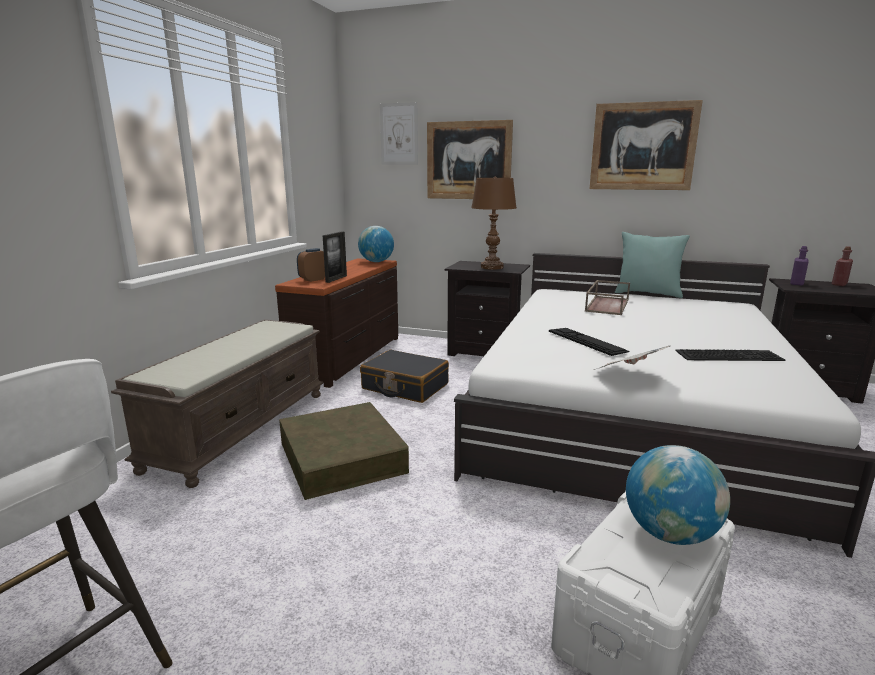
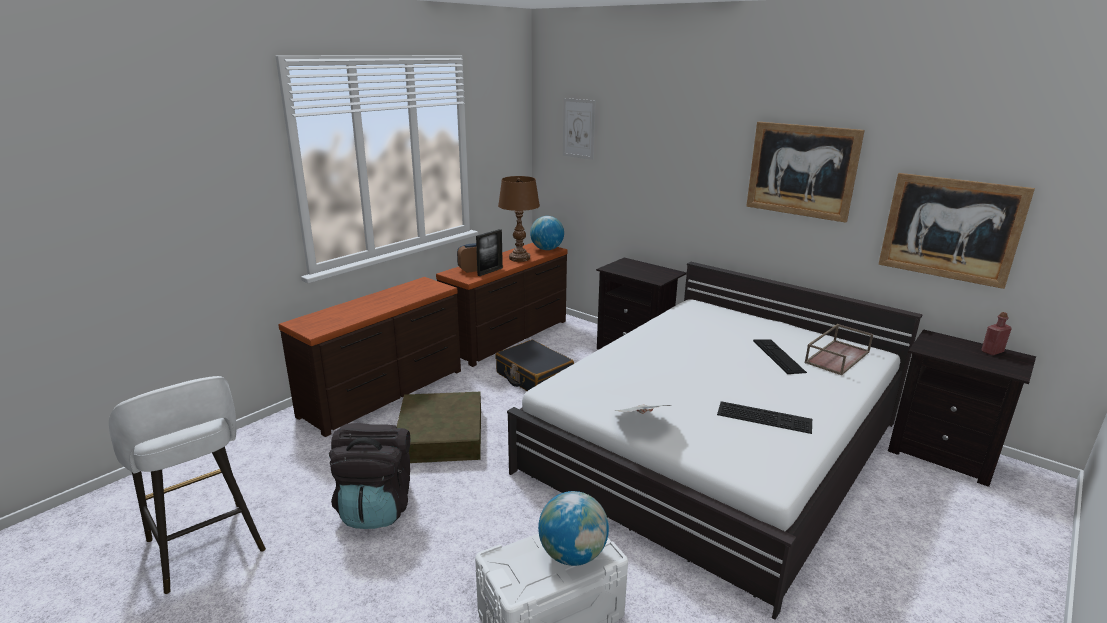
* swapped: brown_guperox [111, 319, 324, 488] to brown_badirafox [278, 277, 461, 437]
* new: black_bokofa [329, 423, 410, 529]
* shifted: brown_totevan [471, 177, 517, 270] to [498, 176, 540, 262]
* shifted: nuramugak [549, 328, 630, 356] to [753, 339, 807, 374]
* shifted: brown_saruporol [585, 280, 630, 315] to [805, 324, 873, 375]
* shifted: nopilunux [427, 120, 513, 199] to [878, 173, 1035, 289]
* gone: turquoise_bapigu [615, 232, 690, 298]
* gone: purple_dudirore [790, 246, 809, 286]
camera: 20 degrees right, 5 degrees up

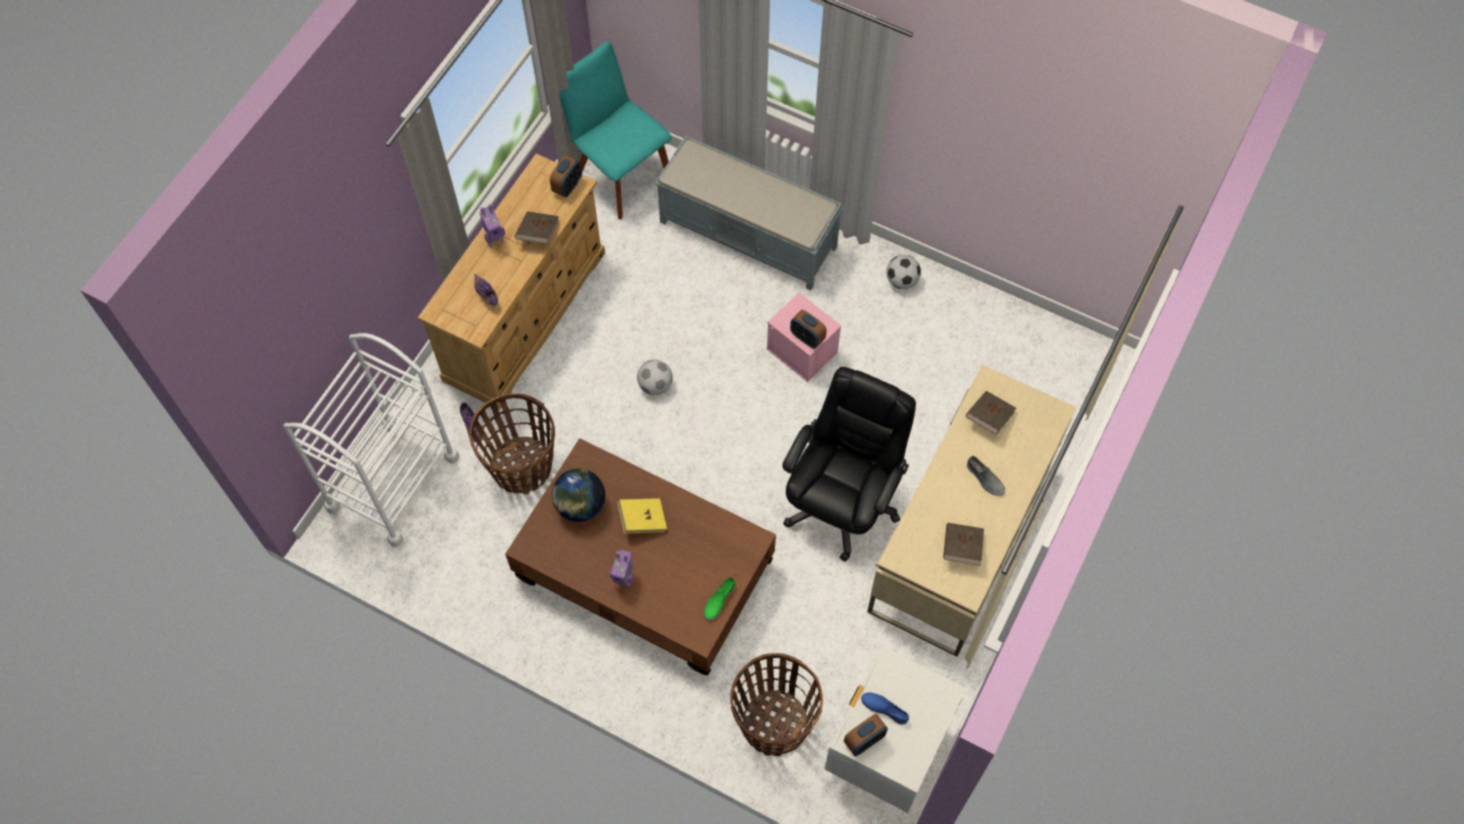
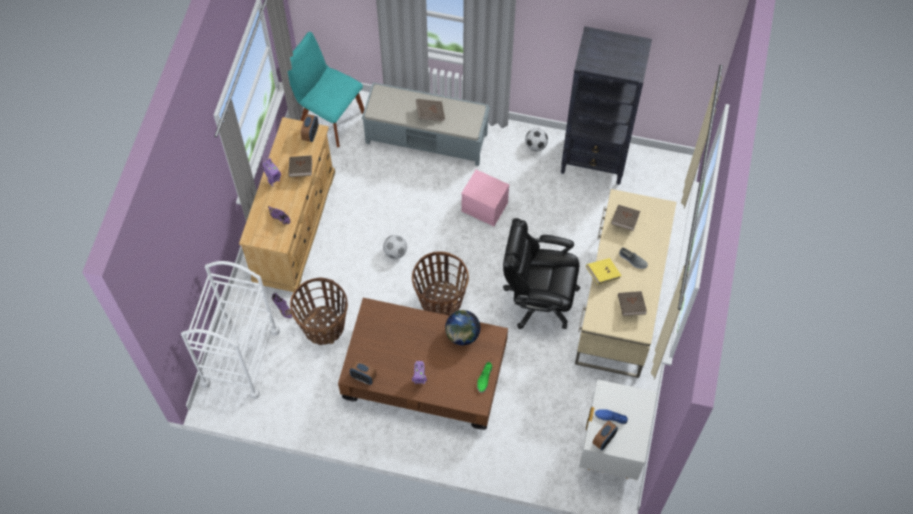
* shifted: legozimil [790, 310, 827, 349] to [350, 360, 377, 385]
* shifted: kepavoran [730, 653, 823, 756] to [412, 251, 469, 316]
* new: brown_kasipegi [416, 99, 445, 121]
* shifted: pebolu [552, 469, 605, 522] to [445, 310, 480, 345]
* rotated: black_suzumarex [782, 367, 916, 562] = [503, 218, 580, 329] 90 degrees counterclockwise
* new: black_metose [561, 26, 652, 185]
* shifted: yellow_kasipegi [617, 498, 667, 534] to [586, 258, 622, 285]
camera: 15 degrees left, 0 degrees up

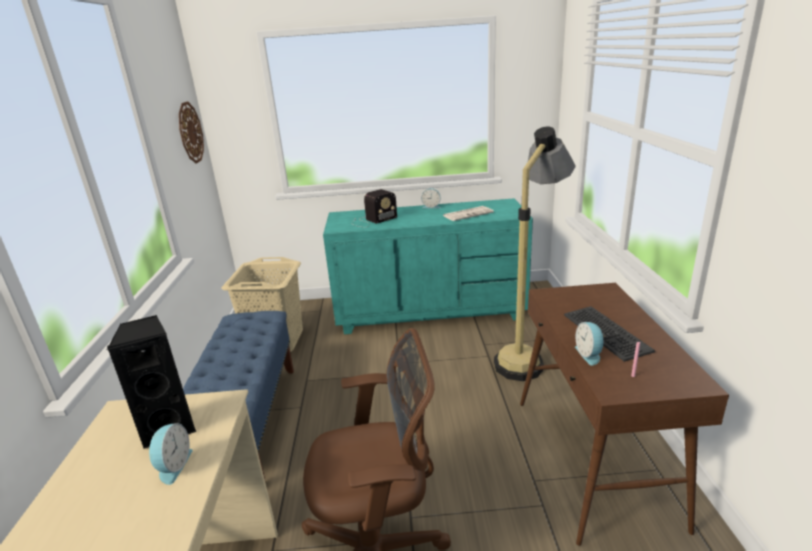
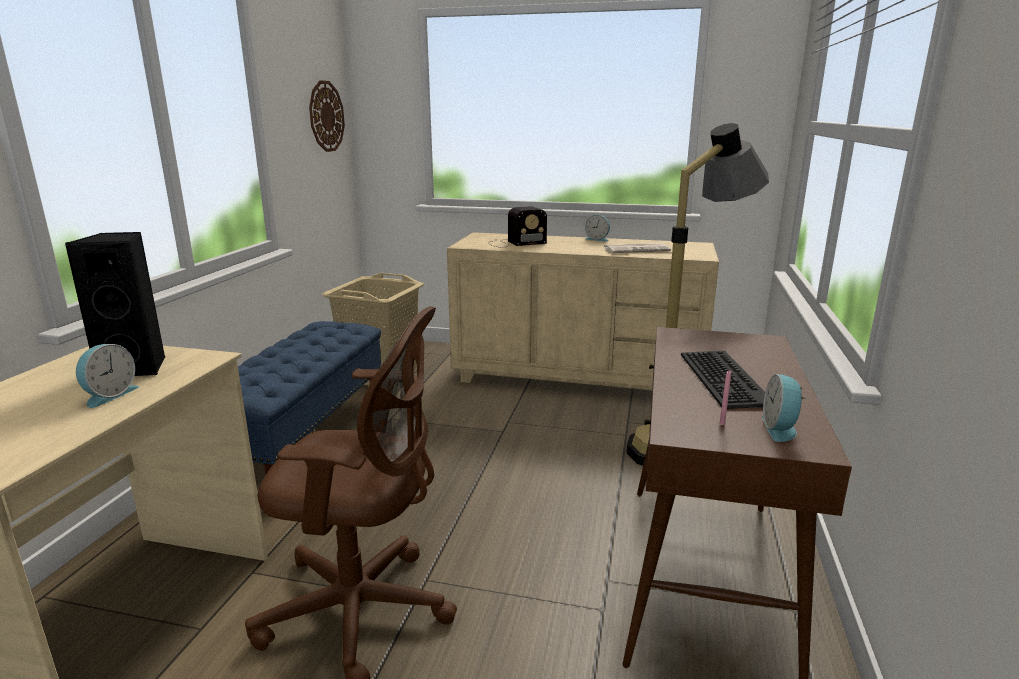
* repainted: turquoise_badirafox [323, 198, 533, 334] to beige_badirafox [447, 232, 719, 390]
* shifted: legozimil [575, 322, 606, 366] to [762, 374, 807, 442]
camera: 15 degrees right, 5 degrees down

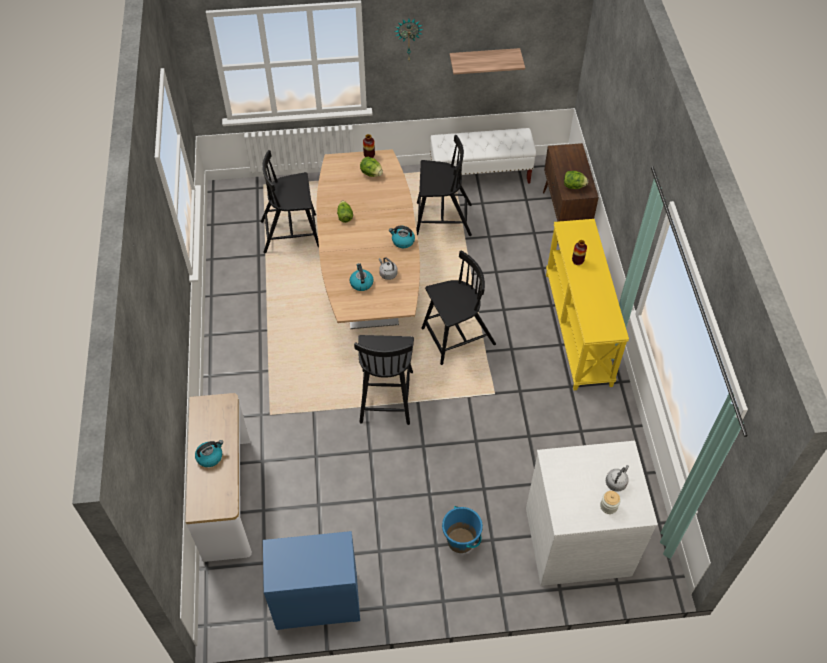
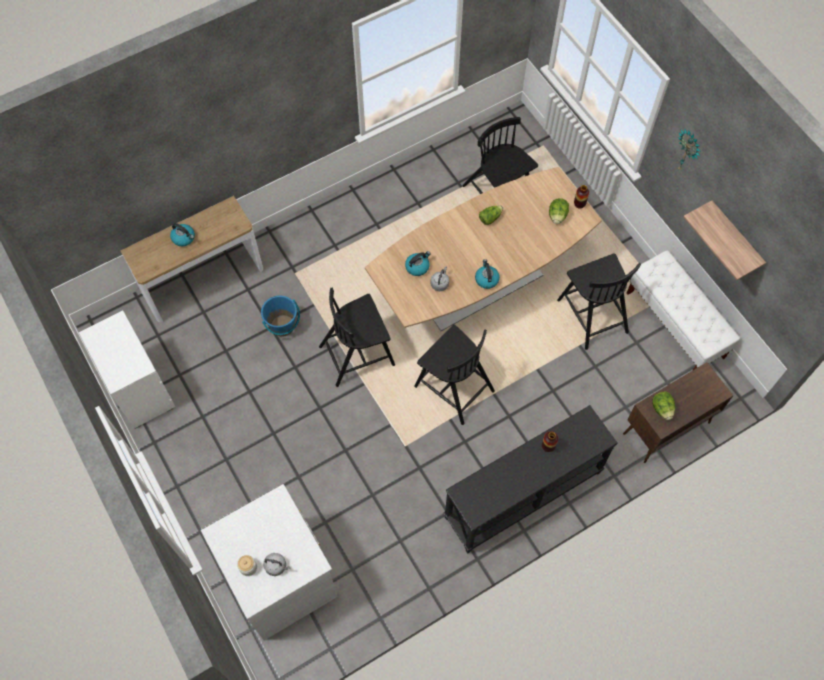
* repainted: blue_badirafox [263, 531, 360, 630] to white_badirafox [79, 311, 175, 429]
* shifted: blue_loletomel [442, 506, 483, 553] to [261, 296, 300, 337]
* repainted: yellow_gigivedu [546, 219, 629, 390] to black_gigivedu [443, 405, 617, 553]
camera: 65 degrees right, 10 degrees up

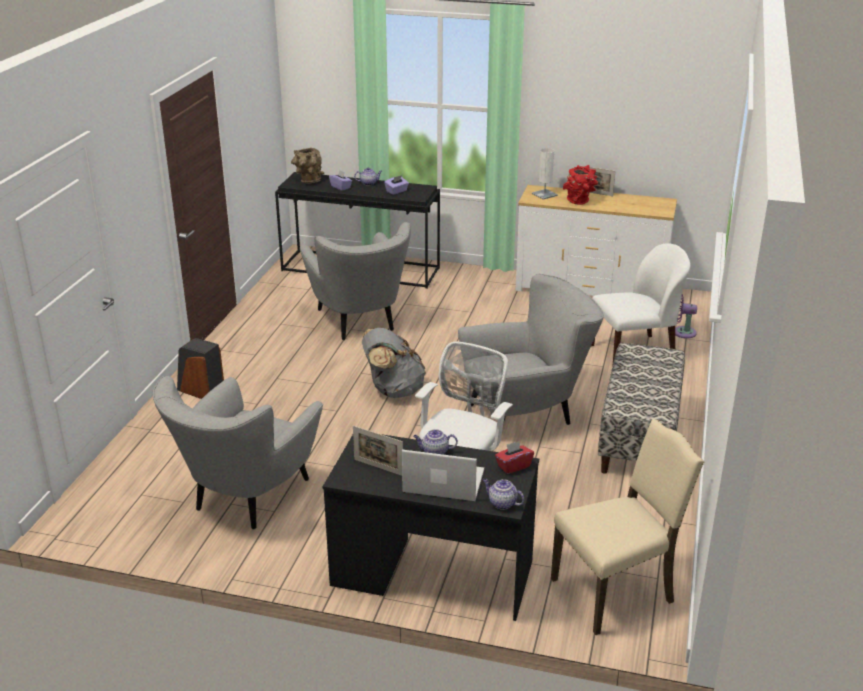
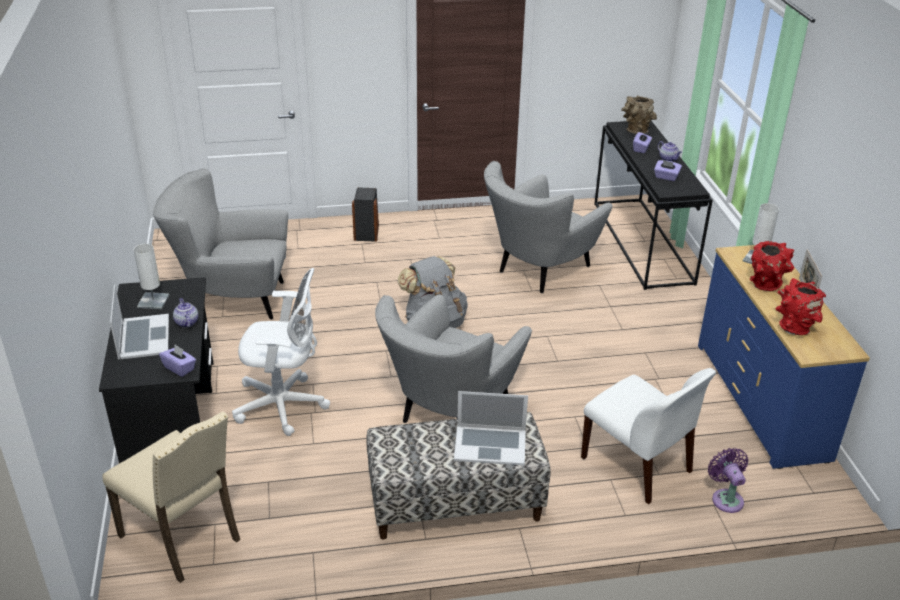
* swapped: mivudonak [353, 426, 403, 476] to white_totevan [133, 244, 169, 309]
* repainted: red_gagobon [495, 441, 534, 474] to purple_gagobon [159, 345, 196, 377]
* rotated: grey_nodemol [458, 274, 604, 425] = [375, 295, 532, 423] 75 degrees clockwise
* new: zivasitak [454, 391, 528, 466]
* repainted: white_badirafox [515, 185, 677, 296] to blue_badirafox [698, 245, 870, 469]
* new: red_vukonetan [775, 278, 826, 335]
* gone: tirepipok [483, 478, 524, 510]
camera: 65 degrees right, 5 degrees up

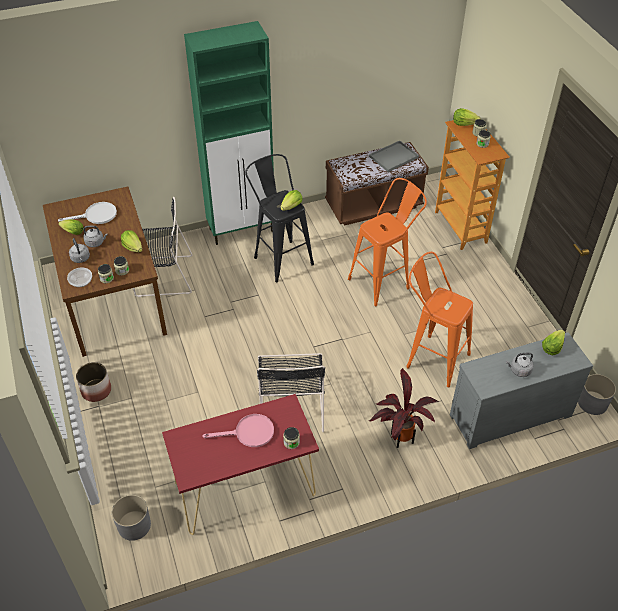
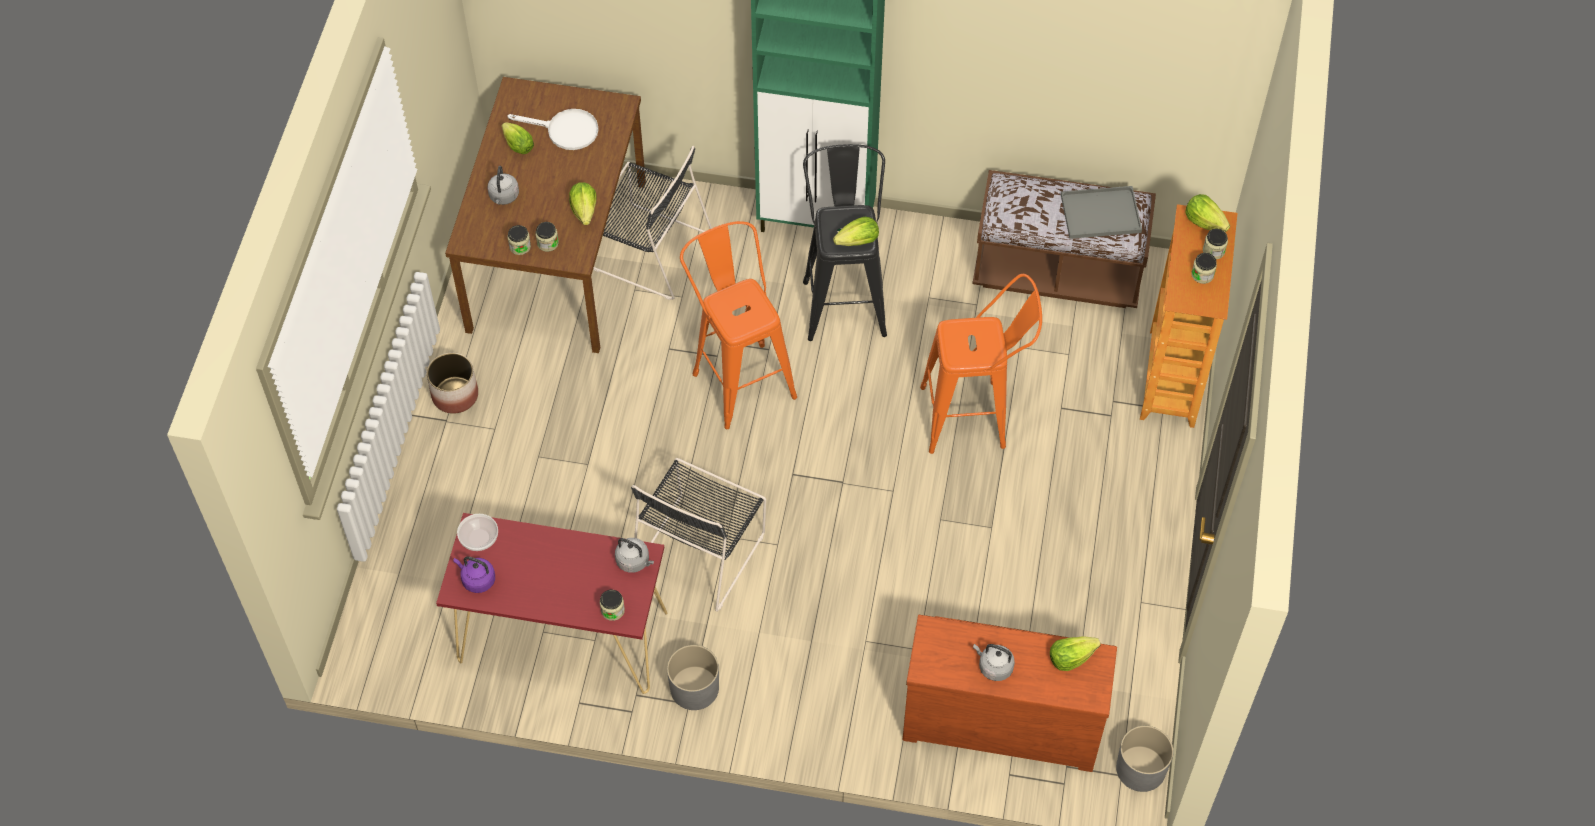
* new: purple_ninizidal [453, 556, 495, 593]
* shifted: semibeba [67, 268, 92, 287] to [457, 514, 498, 551]
* shifted: grey_ninizidal [83, 226, 108, 247] to [615, 538, 654, 573]
* shifted: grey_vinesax [112, 495, 151, 541] to [667, 645, 719, 710]
* shifted: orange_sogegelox [406, 252, 473, 387] to [680, 221, 797, 429]
* repainted: grey_badirafox [450, 332, 593, 449] to brown_badirafox [903, 615, 1117, 772]
* gone: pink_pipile [202, 414, 274, 447]
* gone: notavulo [369, 368, 438, 448]
camera: 30 degrees right, 10 degrees up

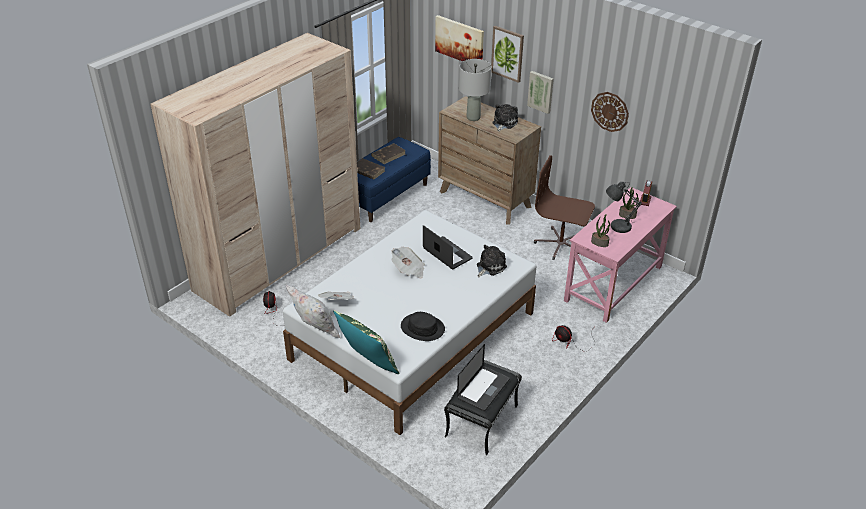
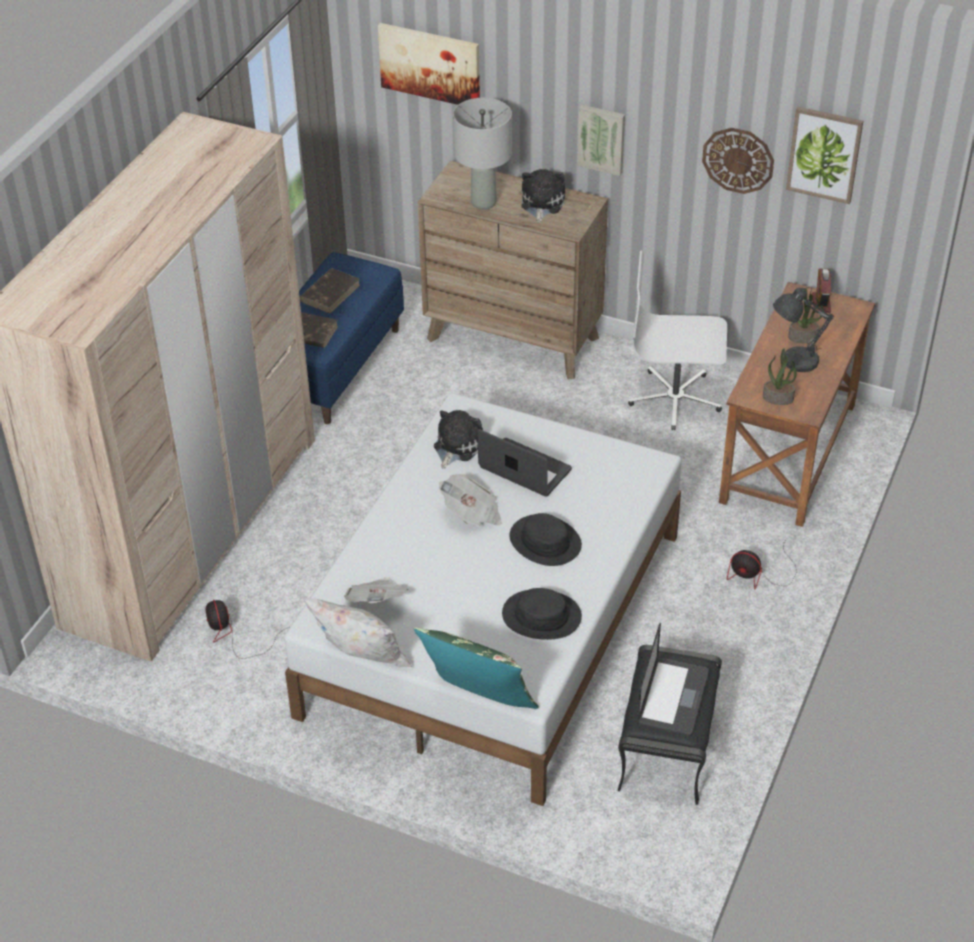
* shifted: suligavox [477, 245, 507, 277] to [434, 410, 483, 469]
* new: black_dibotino [509, 513, 582, 566]
* repainted: brown_suzumarex [534, 155, 595, 260] to white_suzumarex [628, 251, 727, 430]
* repainted: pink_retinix [564, 187, 677, 323] to brown_retinix [719, 282, 875, 527]
* shifted: nopilunux [491, 26, 524, 83] to [786, 107, 863, 204]
camera: 15 degrees left, 5 degrees up

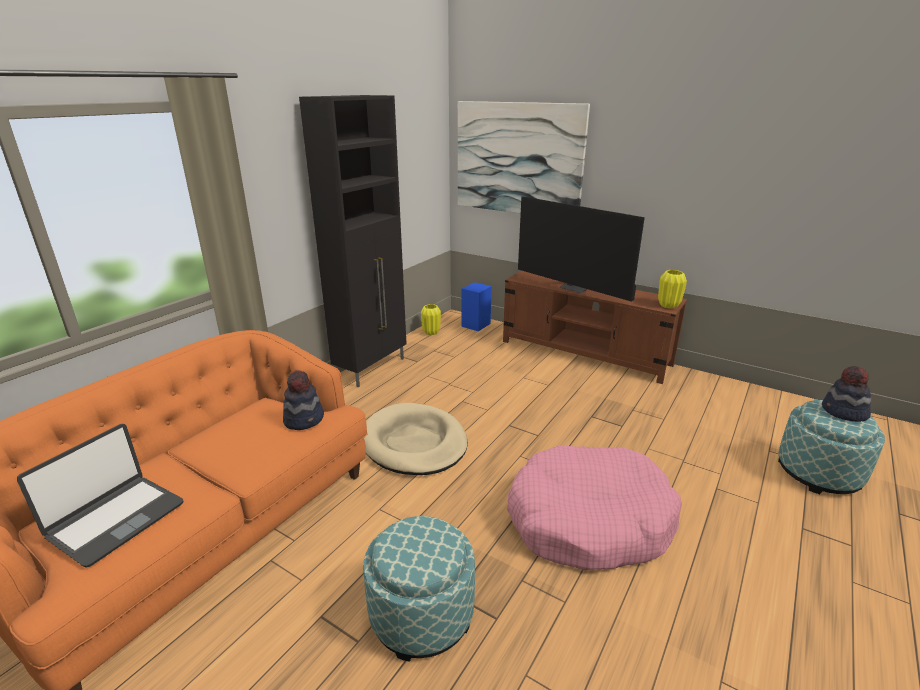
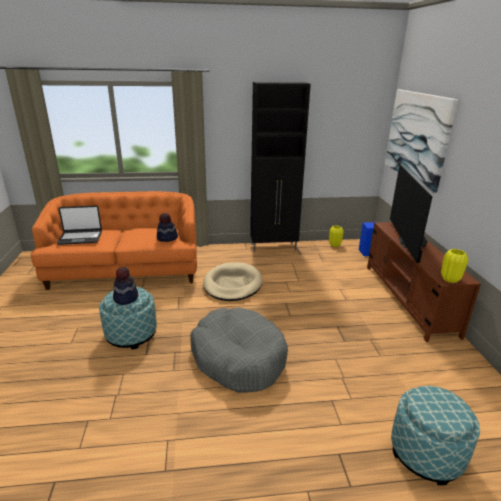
* shifted: dibotino [822, 366, 871, 422] to [113, 267, 139, 305]
* repainted: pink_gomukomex [507, 446, 682, 570] to grey_gomukomex [190, 308, 288, 393]
camera: 50 degrees right, 0 degrees up

